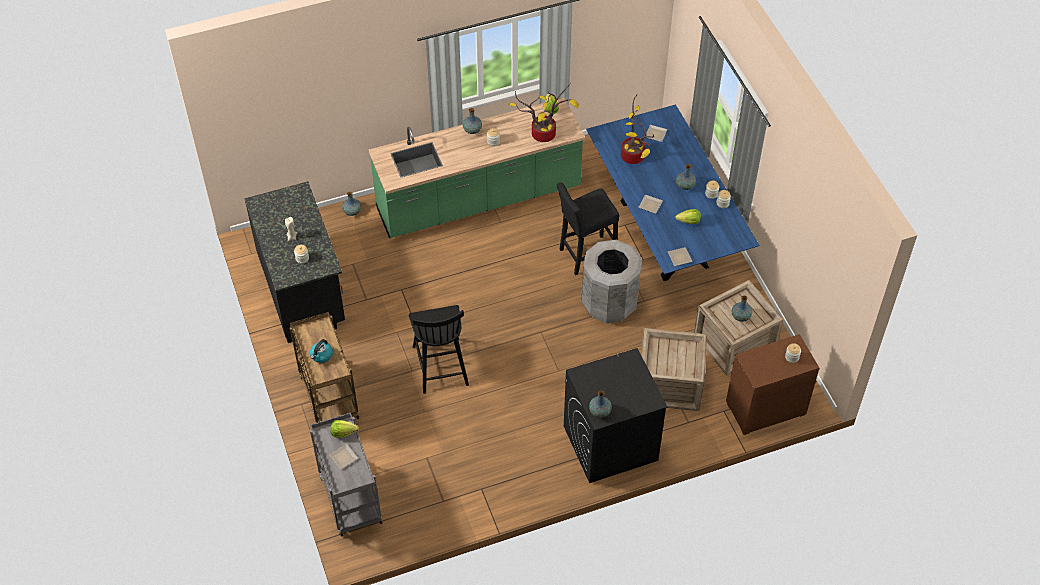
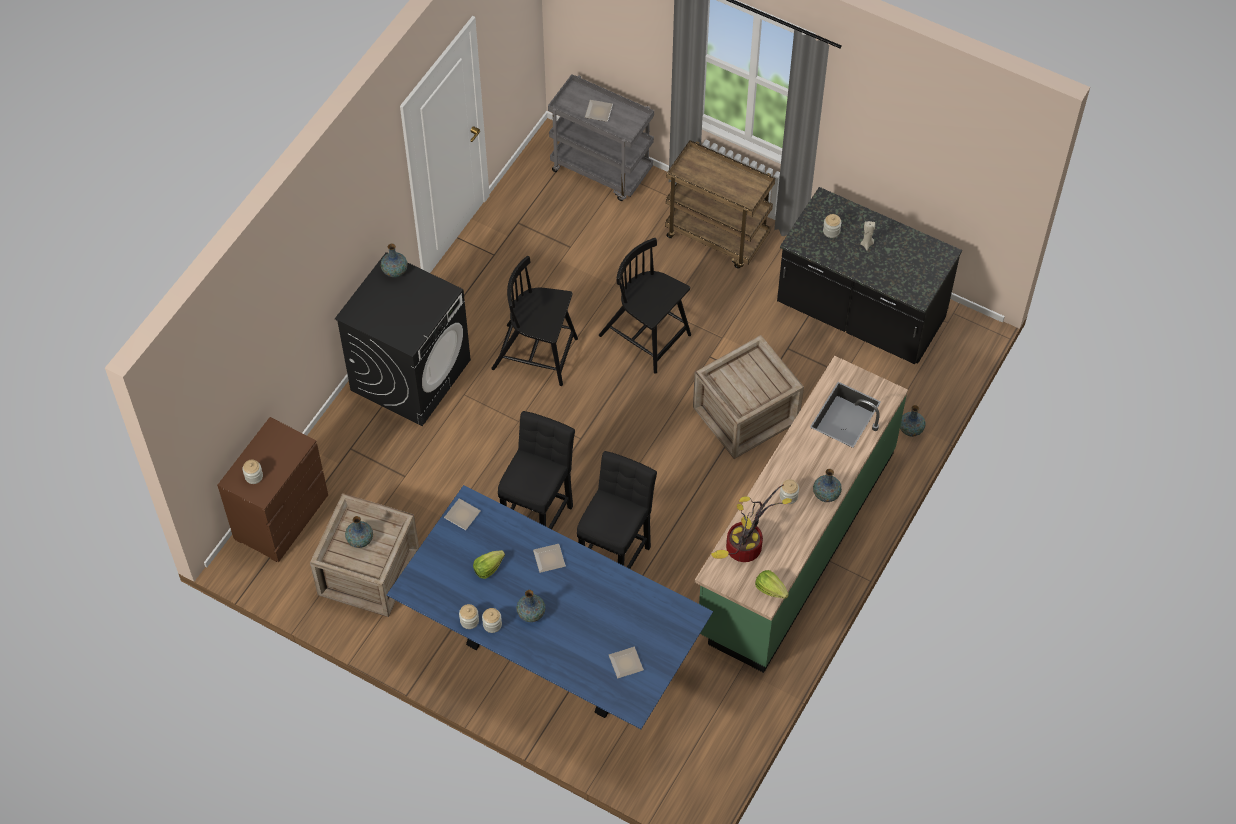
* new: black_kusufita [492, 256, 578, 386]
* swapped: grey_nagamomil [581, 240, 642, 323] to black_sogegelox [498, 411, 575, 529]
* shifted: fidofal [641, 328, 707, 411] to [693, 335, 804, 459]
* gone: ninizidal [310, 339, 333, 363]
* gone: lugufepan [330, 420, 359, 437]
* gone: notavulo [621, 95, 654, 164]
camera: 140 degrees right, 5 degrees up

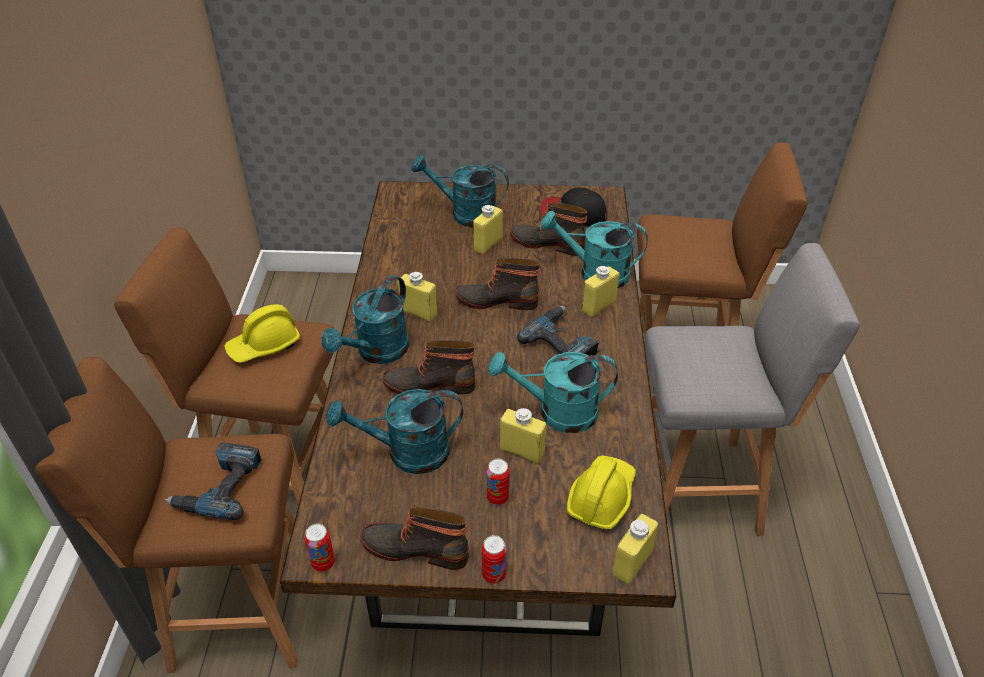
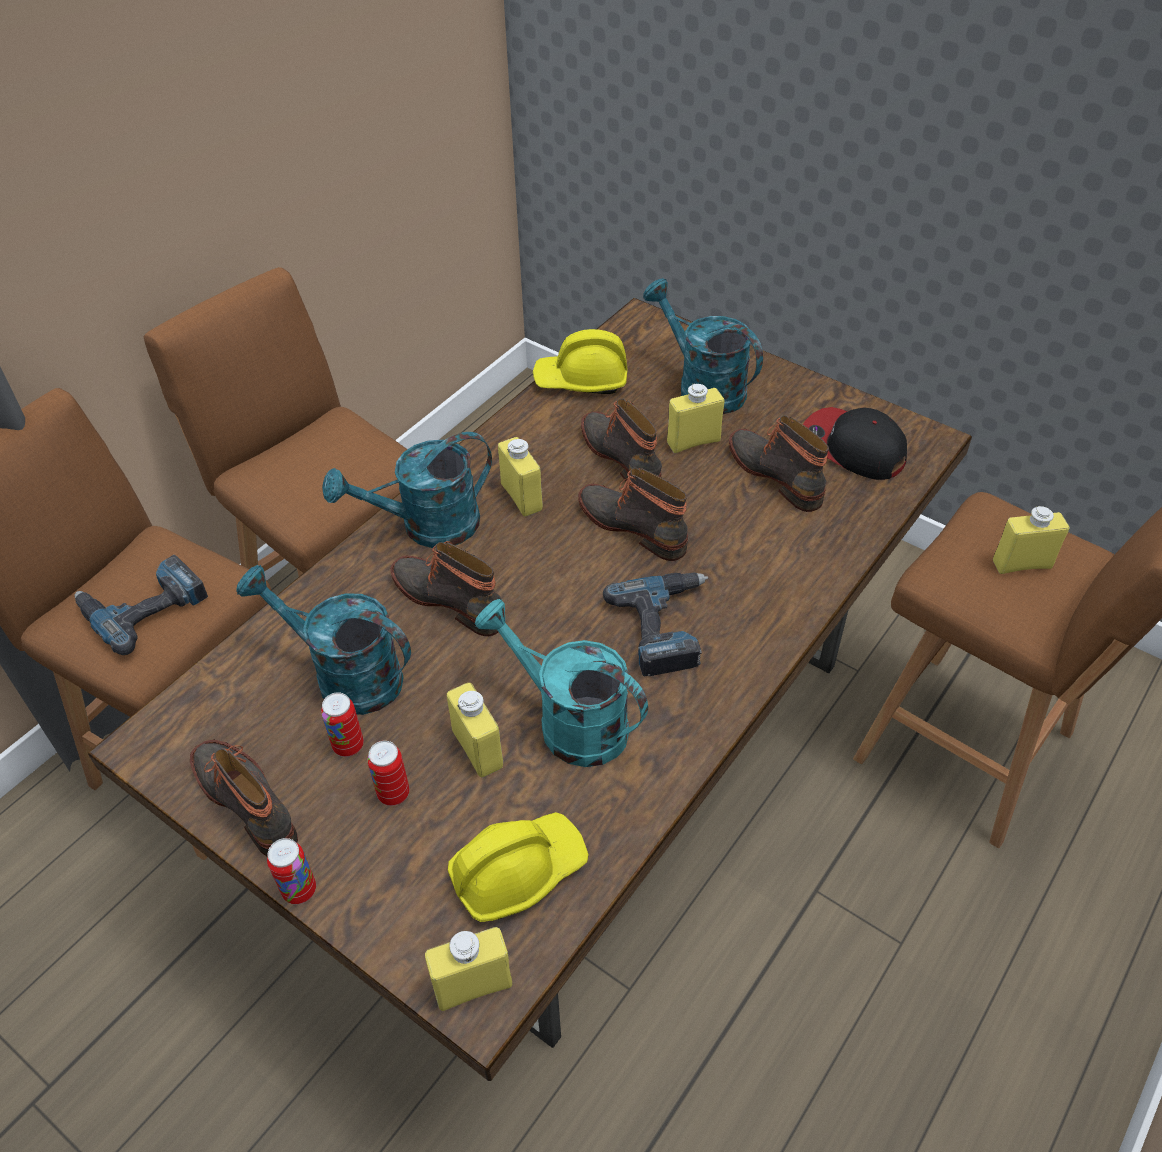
* shifted: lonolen [305, 523, 335, 572] to [321, 692, 364, 757]
* shifted: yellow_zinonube [224, 304, 300, 363] to [533, 329, 627, 394]
* new: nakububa [581, 399, 662, 486]
* shifted: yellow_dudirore [582, 266, 619, 317] to [993, 505, 1070, 574]
* gone: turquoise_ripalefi [541, 211, 648, 288]
* gone: grey_sogegelox [644, 243, 860, 536]
camera: 35 degrees right, 5 degrees up

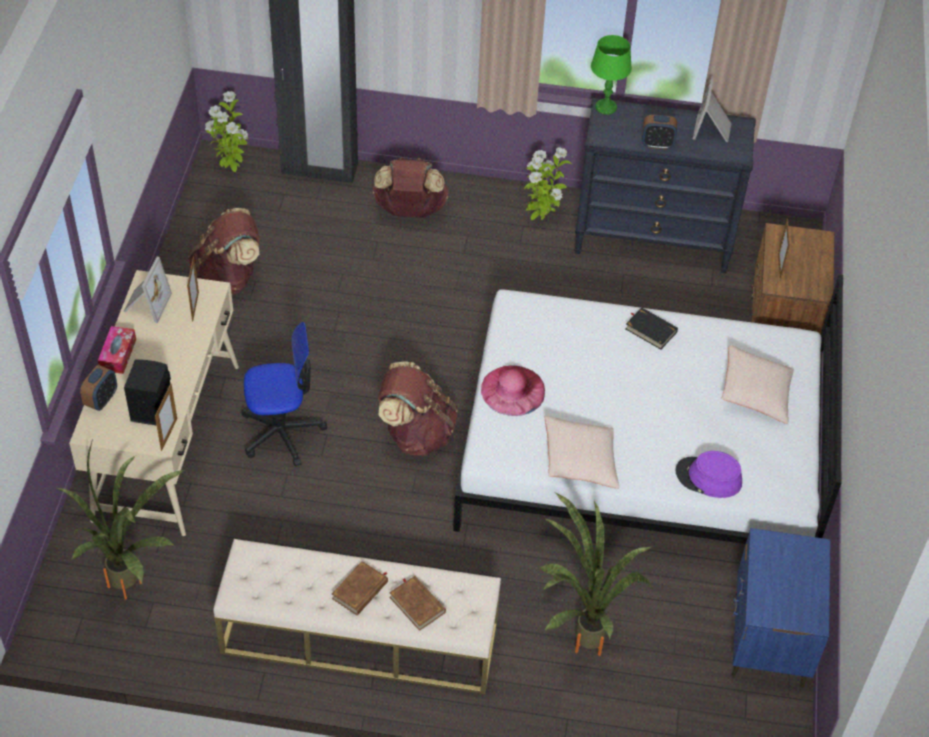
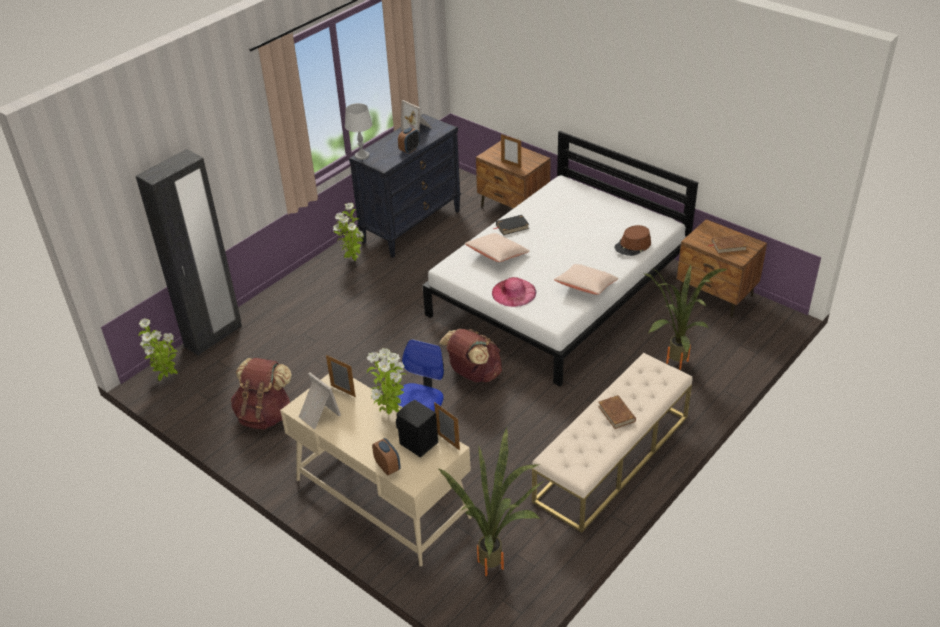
* repainted: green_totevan [591, 35, 632, 115] to grey_totevan [345, 103, 372, 160]
* new: notavulo [367, 348, 406, 415]
* shifted: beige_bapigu [722, 345, 794, 424] to [464, 233, 530, 262]
* repainted: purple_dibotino [675, 451, 742, 498] to brown_dibotino [615, 225, 651, 256]
* repainted: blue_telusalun [731, 528, 830, 688] to brown_telusalun [677, 219, 767, 318]
* shifted: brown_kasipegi [389, 576, 446, 631] to [708, 235, 747, 254]
* gone: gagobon [98, 326, 136, 374]
* gone: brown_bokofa [373, 157, 449, 218]
camera: 55 degrees left, 10 degrees down

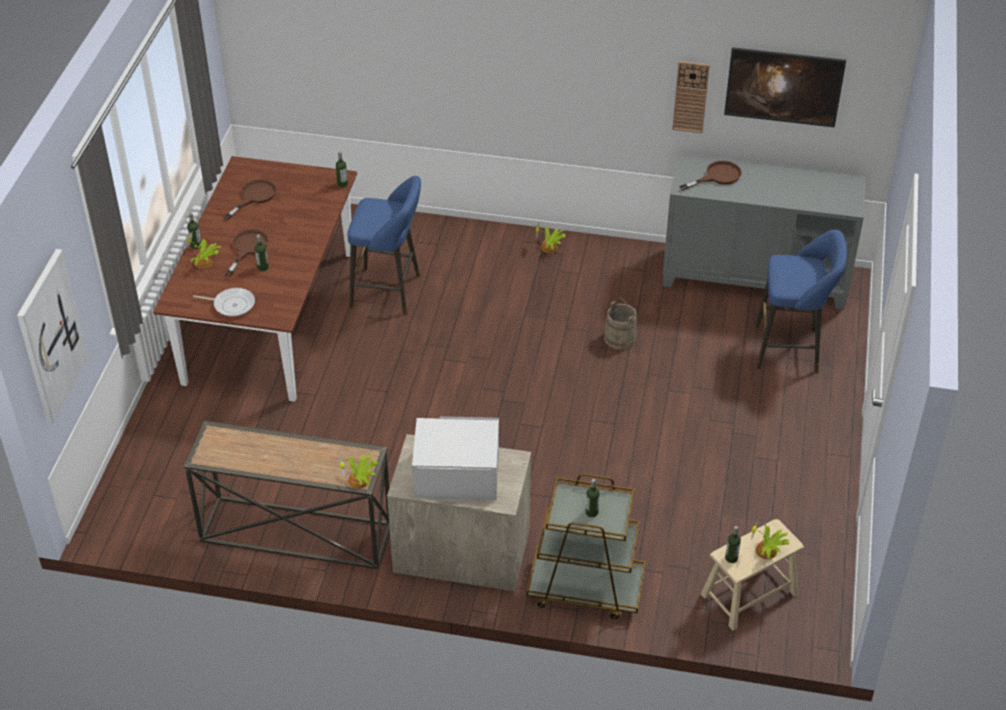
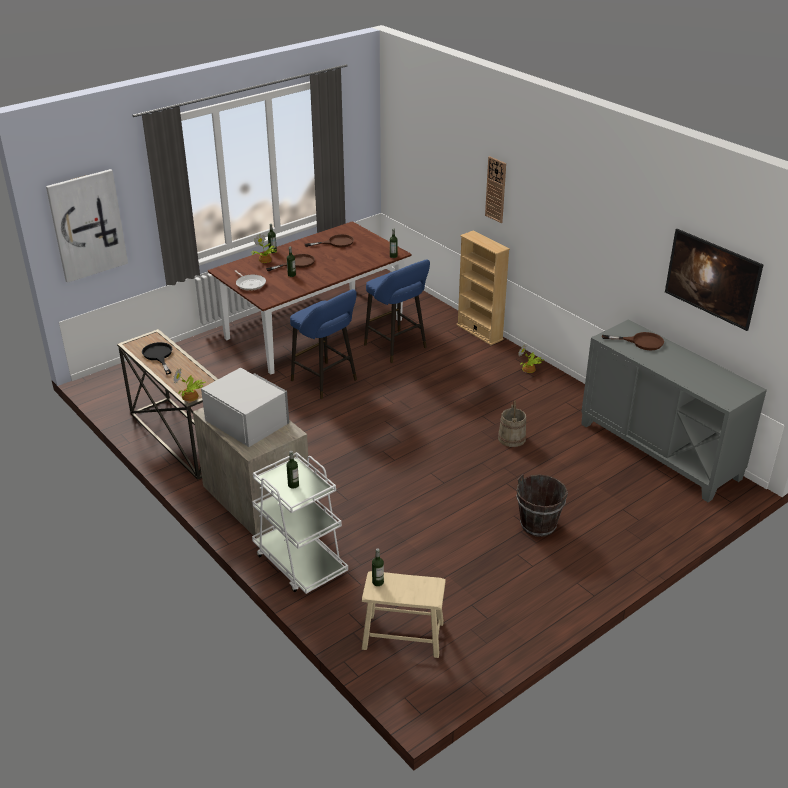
* new: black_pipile [142, 342, 172, 375]
* repainted: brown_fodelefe [526, 473, 646, 619] to white_fodelefe [252, 452, 348, 594]
* shifted: blue_sogegelox [755, 230, 847, 373] to [290, 289, 357, 399]
* new: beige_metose [456, 231, 510, 345]
* shifted: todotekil [672, 61, 710, 133] to [485, 156, 506, 223]
* new: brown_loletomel [516, 474, 568, 537]
* gone: notavulo [751, 521, 789, 559]
camera: 40 degrees right, 10 degrees down

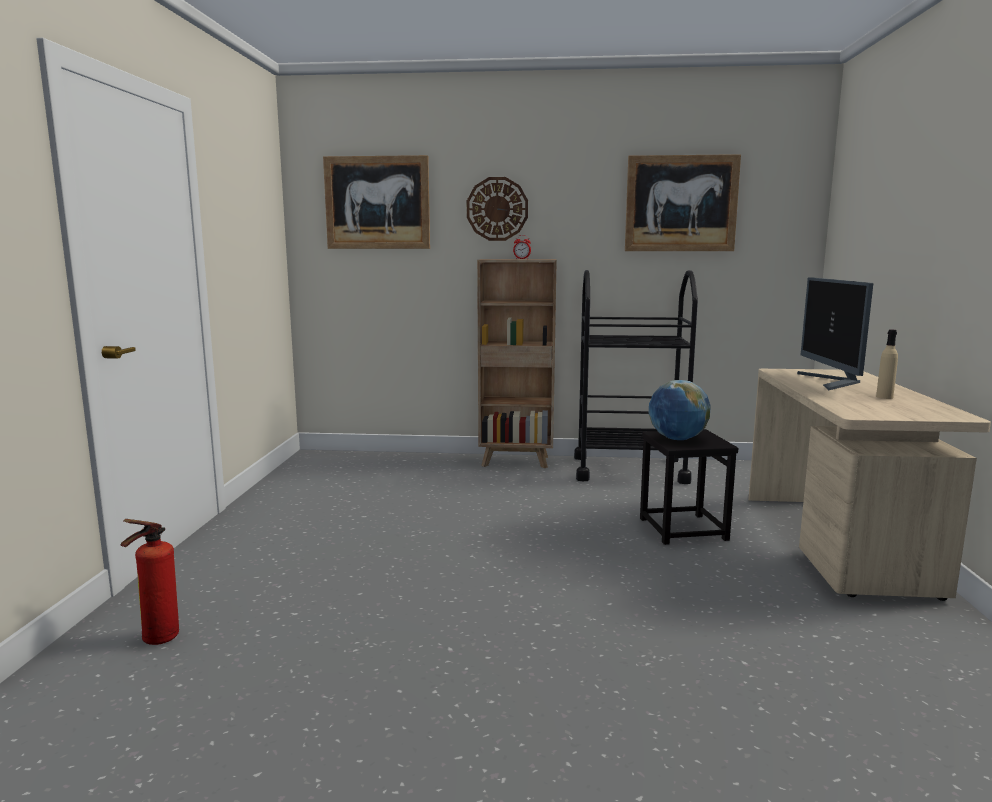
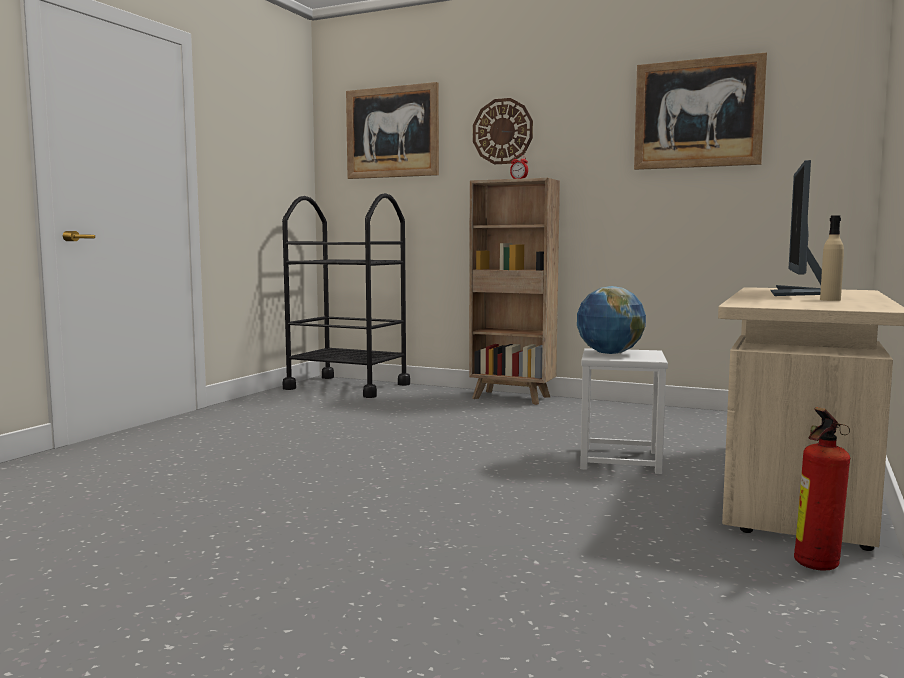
* shifted: black_fodelefe [574, 270, 698, 484] to [282, 193, 410, 398]
* repainted: black_sogegelox [640, 429, 738, 545] to white_sogegelox [580, 348, 668, 474]
* shifted: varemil [120, 519, 179, 645] to [794, 407, 850, 571]
camera: 20 degrees right, 5 degrees down

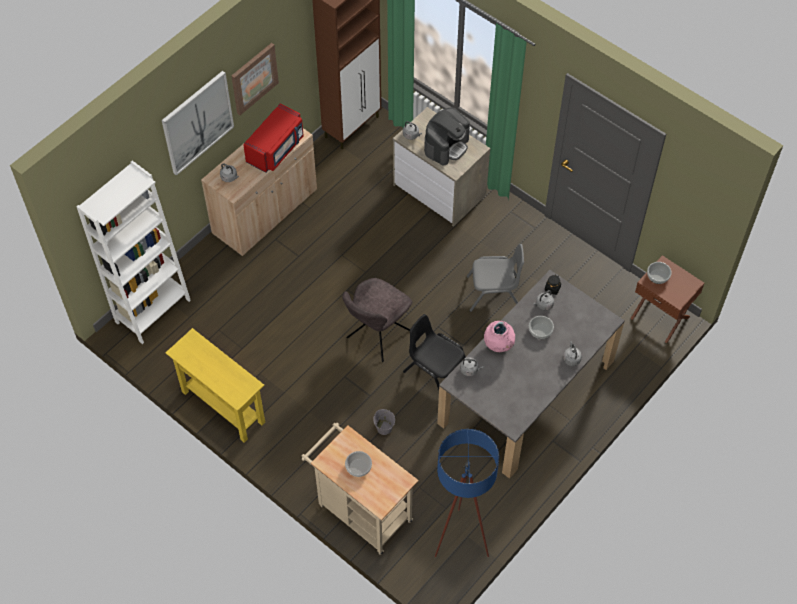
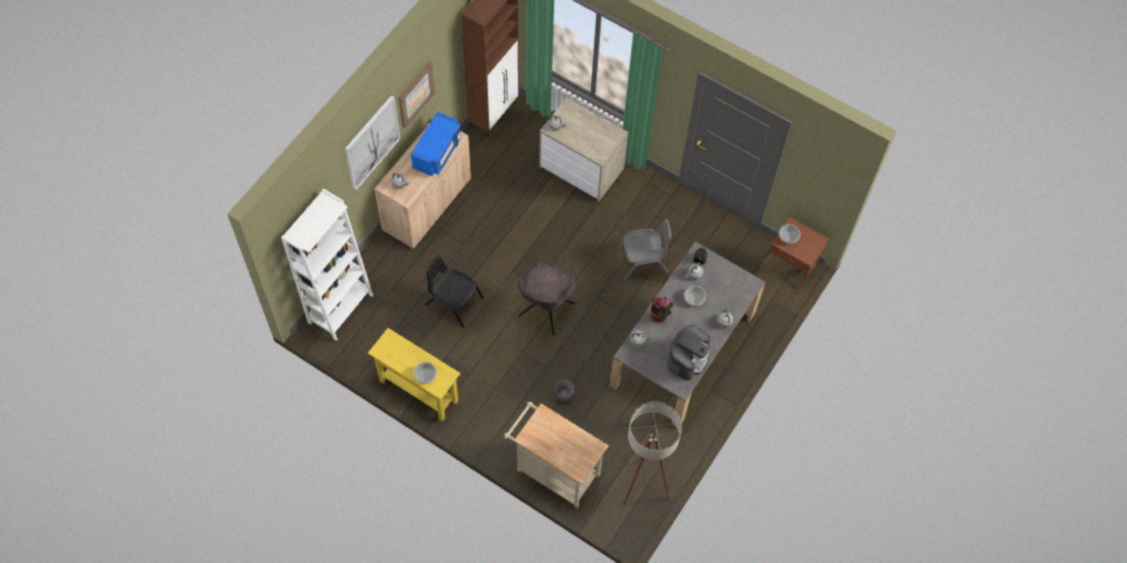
* repainted: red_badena [243, 103, 304, 173] to blue_badena [411, 112, 461, 177]
* shifted: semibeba [345, 451, 372, 477] to [414, 362, 437, 384]
* shifted: black_kusufita [403, 314, 466, 390] to [425, 255, 484, 328]
* repainted: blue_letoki [435, 429, 499, 557] to beige_letoki [623, 401, 682, 505]
* swapped: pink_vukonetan [484, 321, 515, 352] to notavulo [651, 296, 674, 323]
* shifted: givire [424, 107, 470, 165] to [667, 325, 710, 381]
camera: 10 degrees left, 5 degrees up

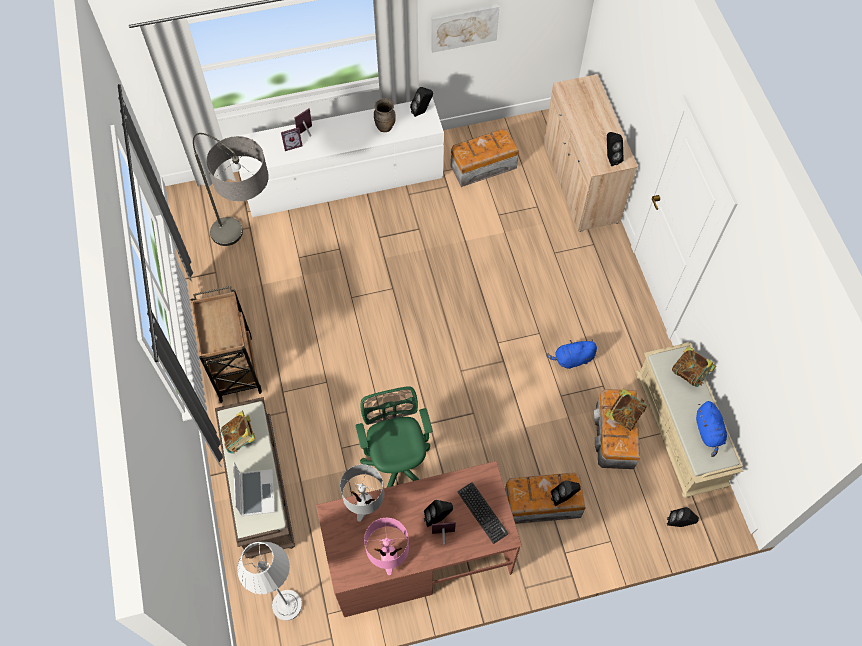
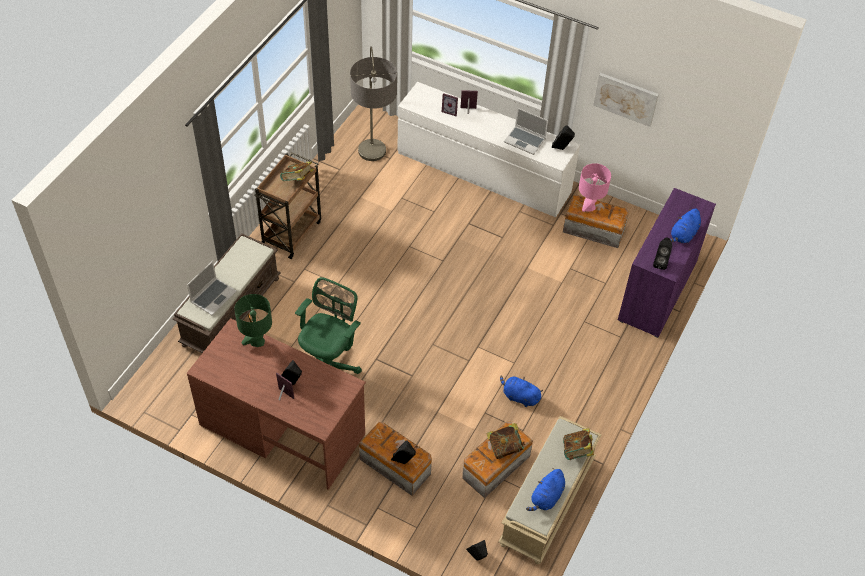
* repainted: grey_totevan [340, 464, 384, 522] to green_totevan [235, 294, 272, 347]
* shifted: kasipegi [221, 411, 256, 454] to [280, 161, 314, 181]
* swapped: brown_vukonetan [374, 98, 396, 132] to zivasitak [504, 108, 548, 155]
* shifted: pink_totevan [364, 518, 409, 575] to [579, 163, 611, 212]
* repainted: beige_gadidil [544, 74, 638, 232] to purple_gadidil [618, 188, 716, 338]
* new: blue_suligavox [670, 209, 701, 243]
* gone: grey_letoki [237, 542, 302, 621]
* gone: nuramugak [457, 482, 509, 544]
camera: 40 degrees right, 10 degrees down

